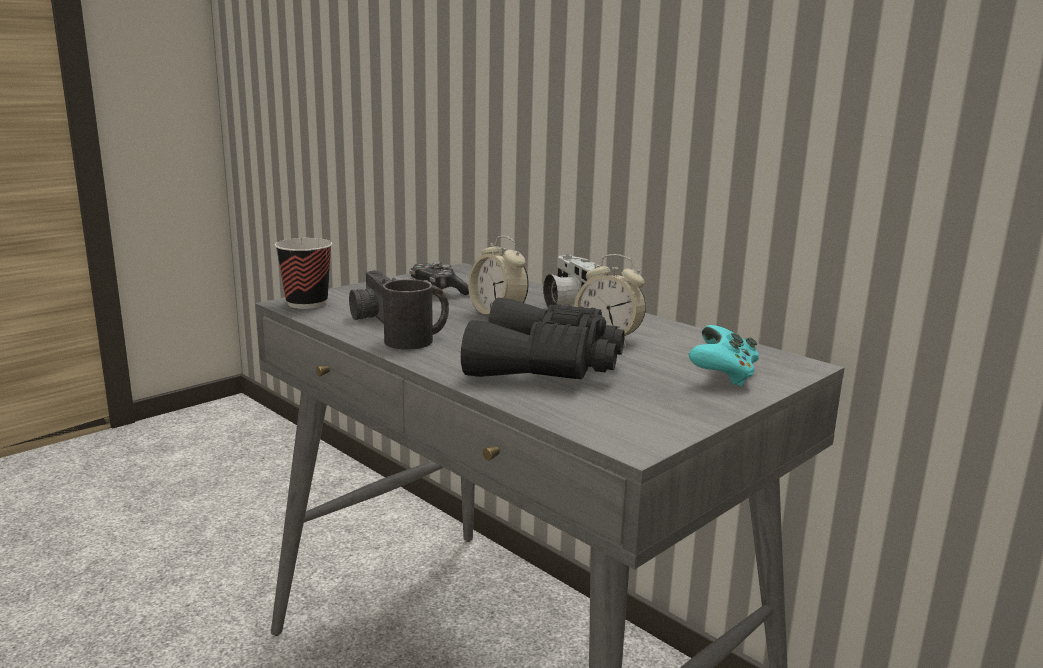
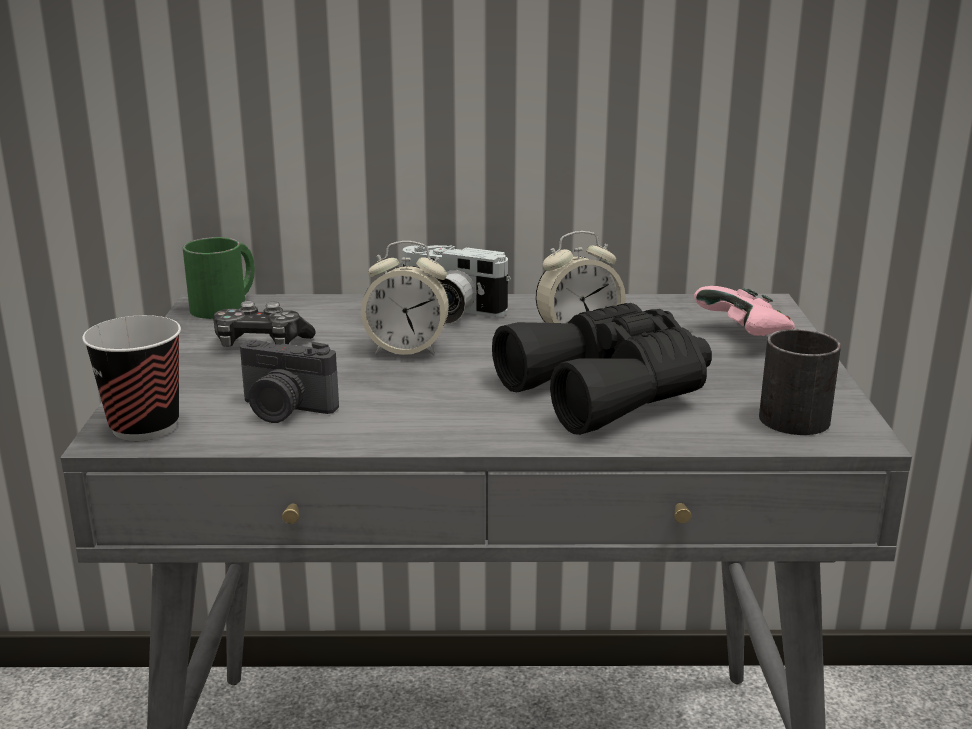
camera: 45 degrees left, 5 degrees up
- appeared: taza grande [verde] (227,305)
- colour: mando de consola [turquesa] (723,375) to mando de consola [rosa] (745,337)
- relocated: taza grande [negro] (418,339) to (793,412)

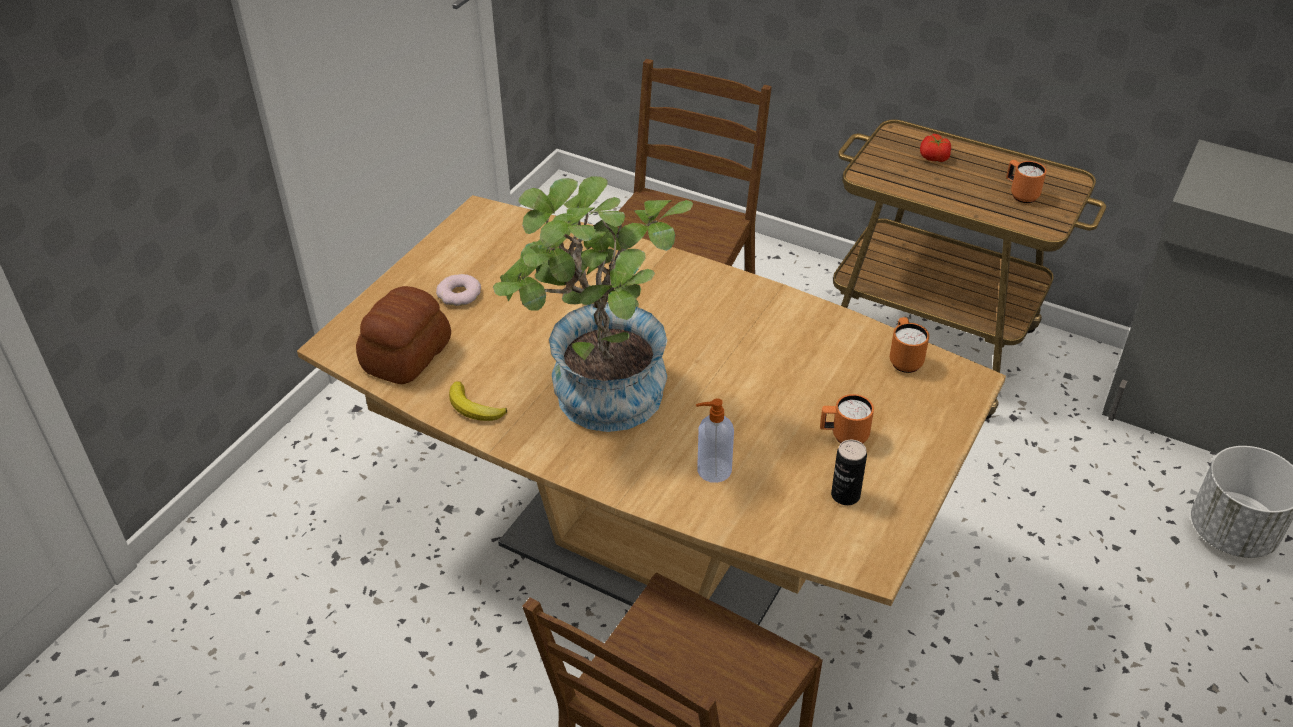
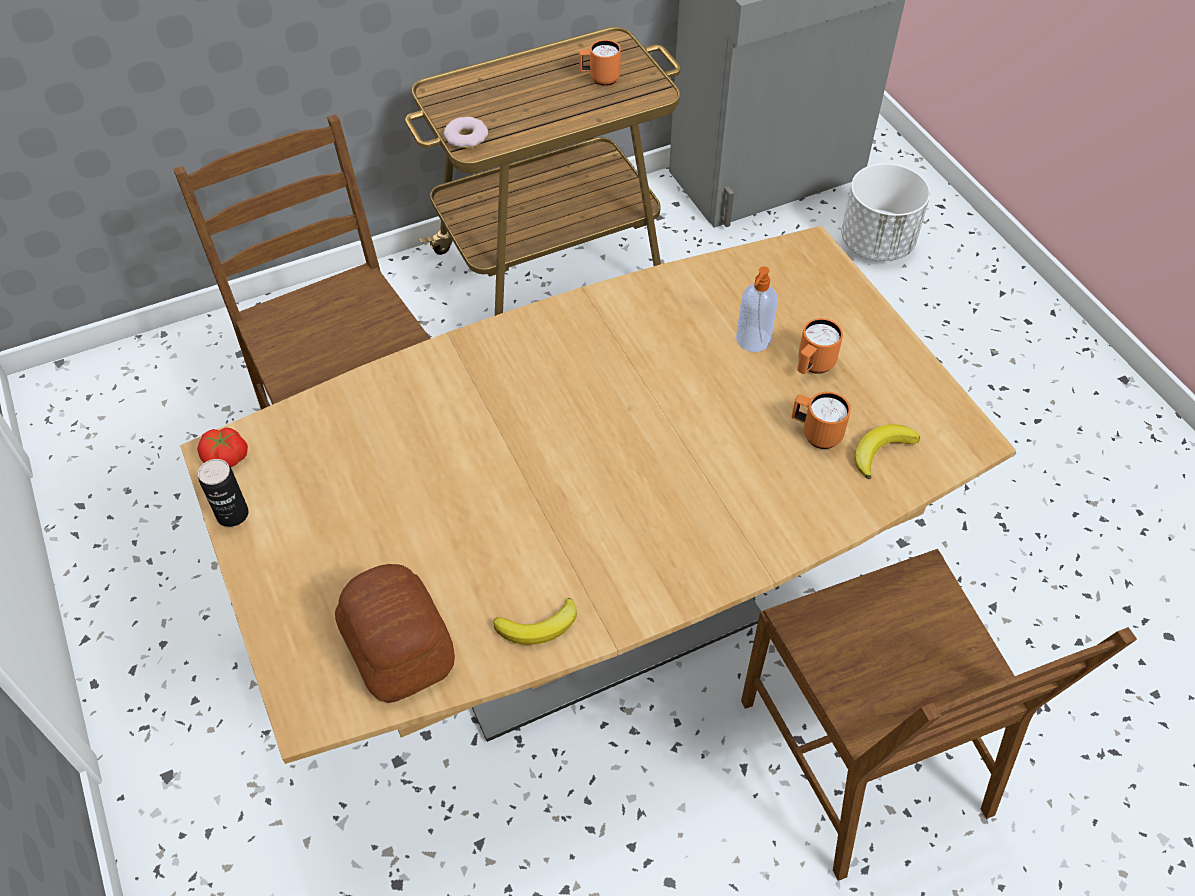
camera: 55 degrees left, 10 degrees up
- relocated: tomate (934,158) to (226,458)
- relocated: lata (845,495) to (232,514)
- relocated: rosquilla (459,294) to (466,137)
- relocated: dispensador de jabón (712,470) to (752,340)
- relocated: taza grande [naranja] (904,360) to (815,434)
- appeared: plátano (881,451)
- missing: planta en maceta (598,404)

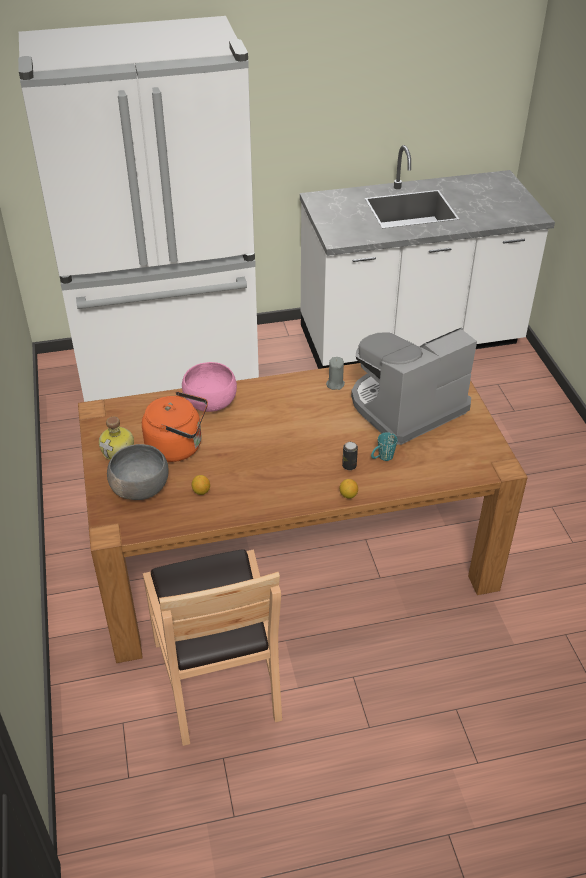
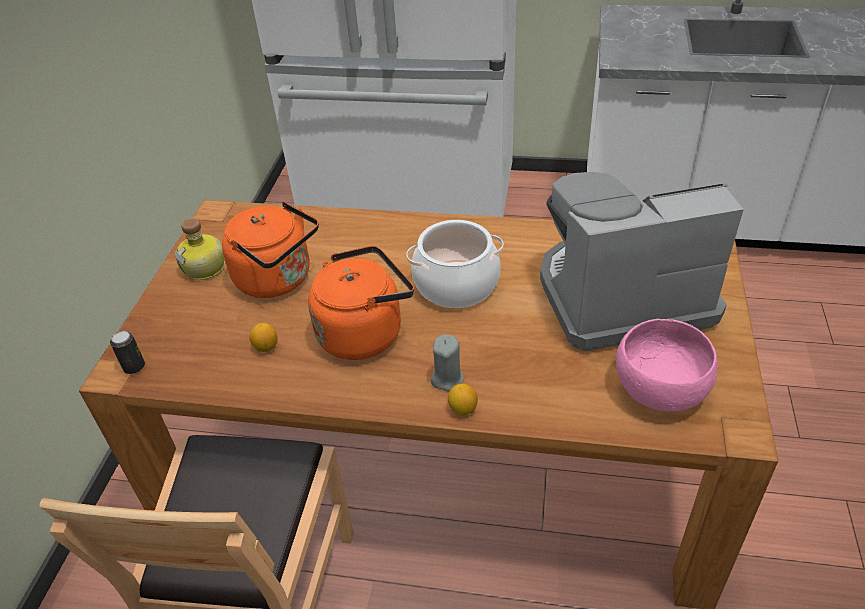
camera: 25 degrees right, 0 degrees up
- relocated: lata (349,466) to (134,367)
- appeared: hervidor [naranja] (364,332)
- appeared: olla (456,284)
- relocated: vela [gris] (335,384) to (447,378)
- relocated: cuenco [rosa] (211,402) to (661,389)
- missing: cuenco [gris] (140,488)
- missing: taza grande [turquesa] (382,458)

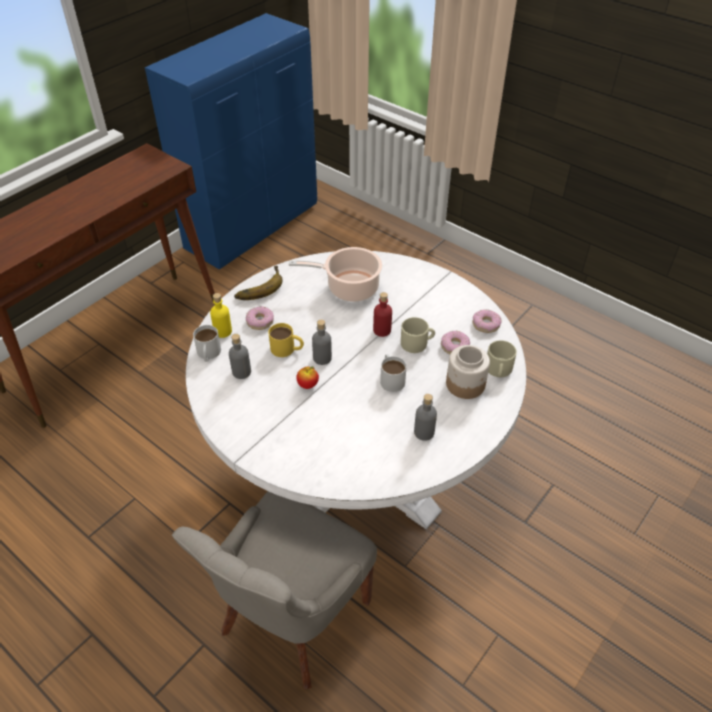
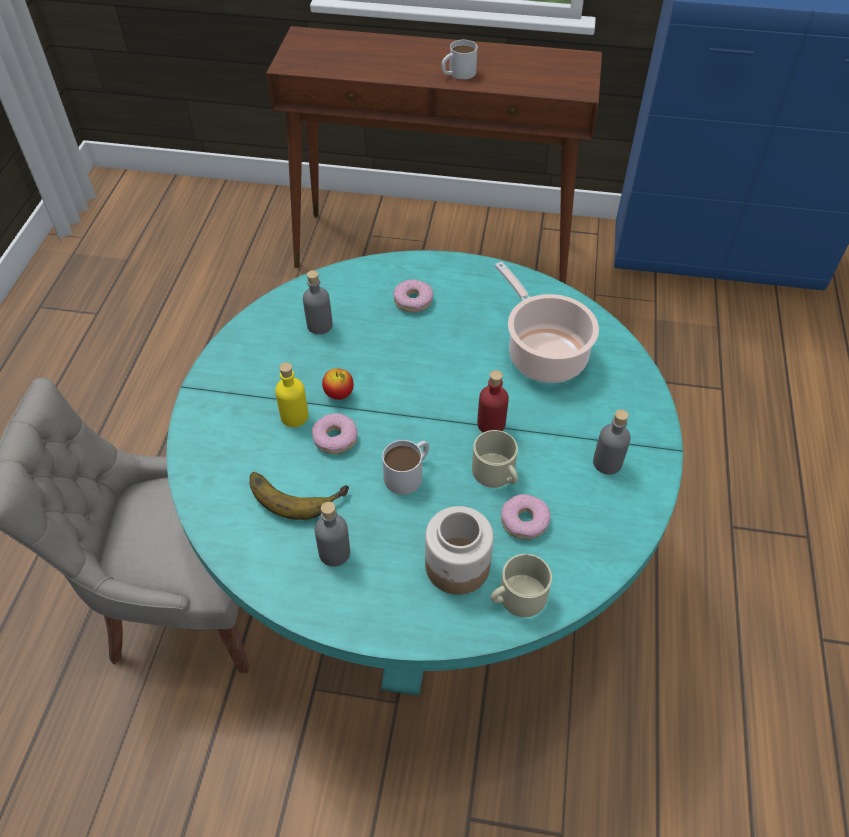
camera: 60 degrees right, 5 degrees up
- colour: mesa de comedor [blanco] (355,467) to mesa de comedor [turquesa] (424,561)
- relocated: plátano (258,286) to (296,490)
- relocated: botella [amarillo] (223,331) to (294,416)
- relocated: rosquilla (486,324) to (335,438)
- relocated: taza grande [blanco] (208,354) to (457,73)
- relocated: botella [gris] (322,358) to (607,463)
- missing: taza grande [amarillo] (287,349)

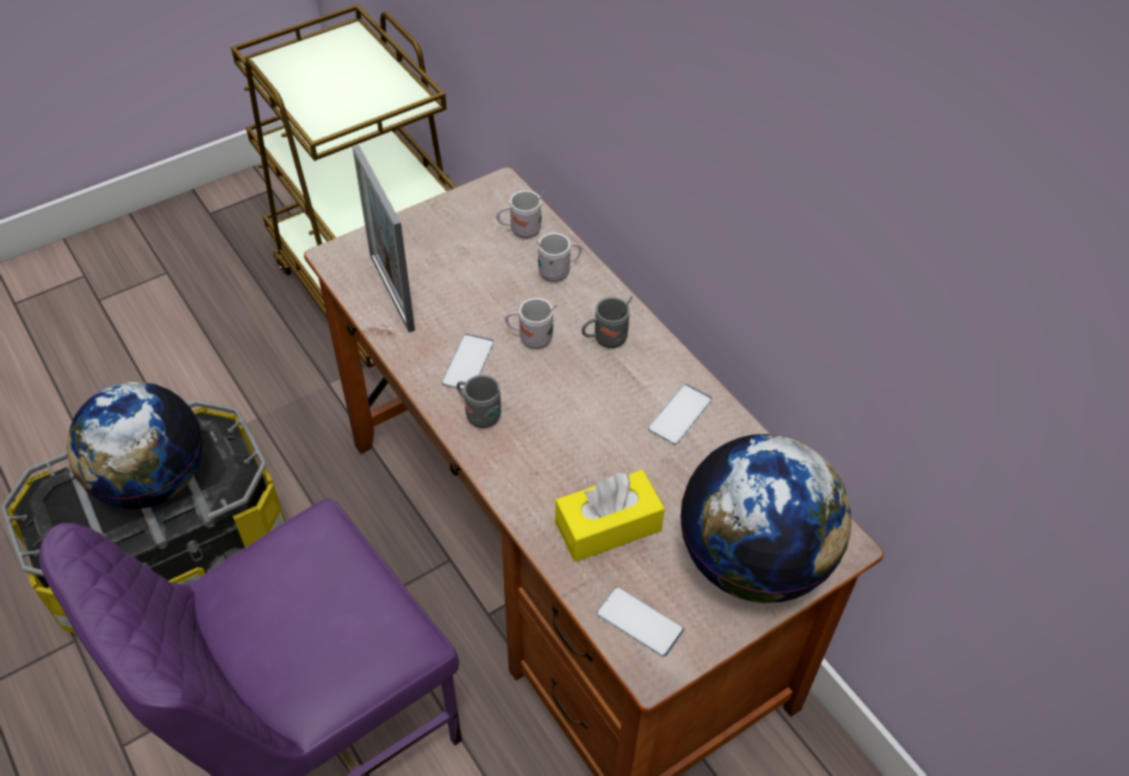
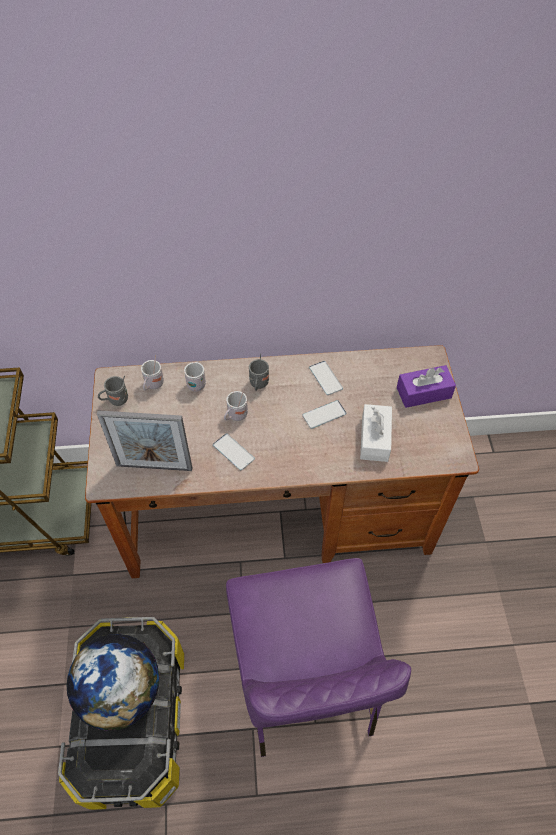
camera: 60 degrees left, 5 degrees up
- relocated: taza grande [gris] (479,414) to (115,400)
- relocated: móvil (640,622) to (324,414)
- colour: caja de pañuelos [amarillo] (608,526) to caja de pañuelos [blanco] (374,438)
- exchanged: globo terráqueo (753,561) to caja de pañuelos [morado] (423,392)

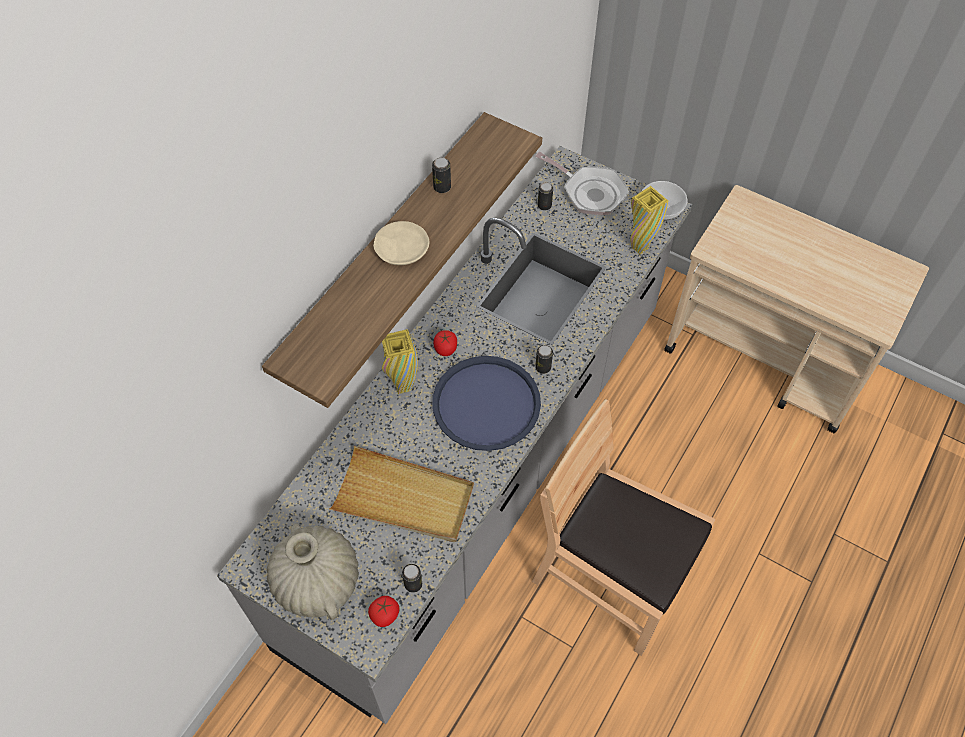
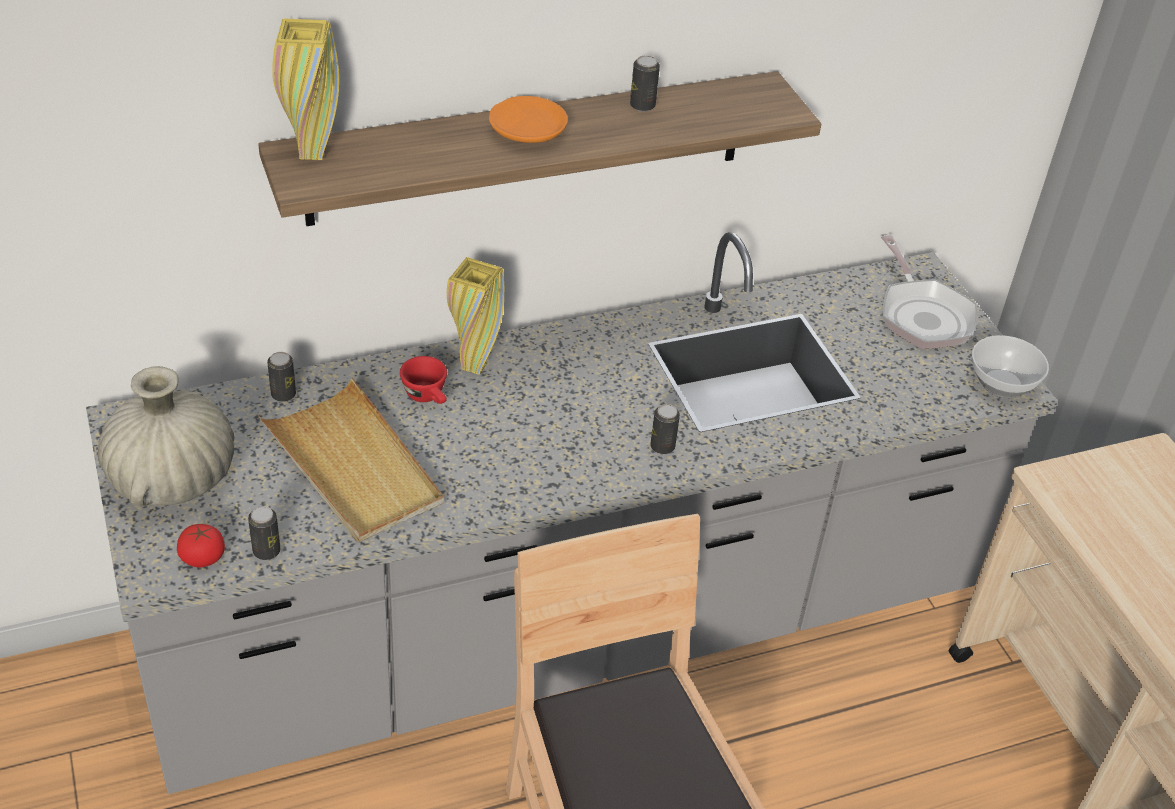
camera: 35 degrees right, 15 degrees down
- relocated: lata (544,206) to (283,394)
- relocated: florero [amarillo] (639,247) to (311,153)
- appeared: taza [rojo] (428,397)
- colour: plato [beis] (401,249) to plato [naranja] (527,131)
- missing: bandeja [azul] (486,403)
- missing: tomate (445,349)

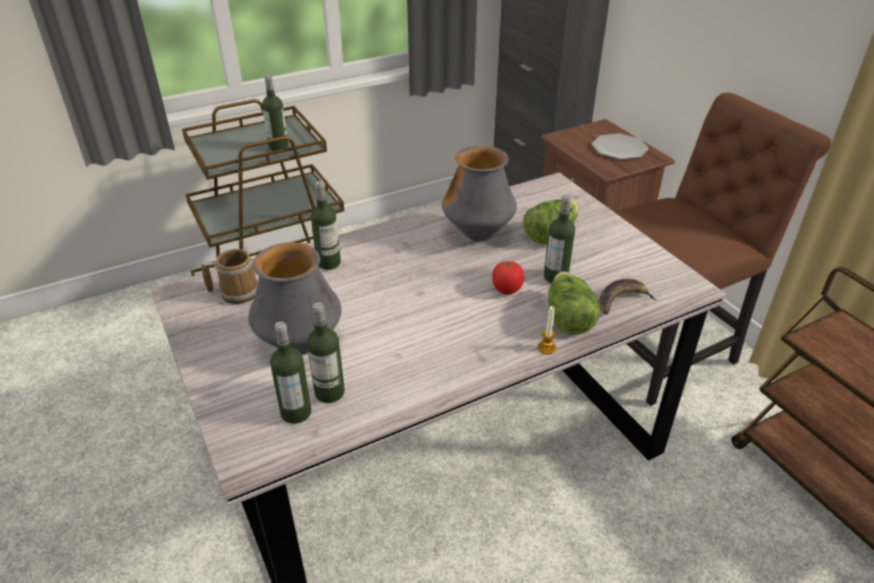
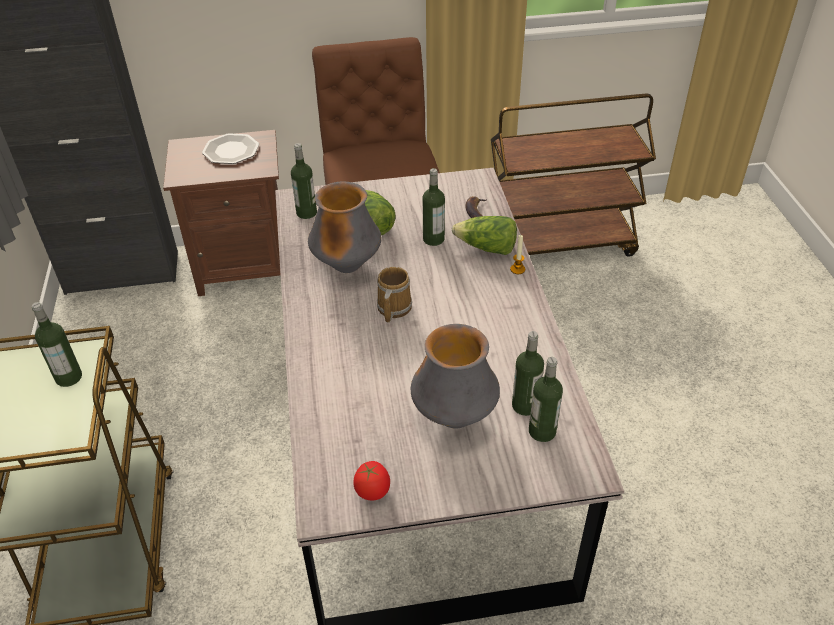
camera: 70 degrees left, 5 degrees up
- relocated: botella (328,263) to (306,213)
- relocated: tomate (507,289) to (372,491)
- relocated: taza grande (237,292) to (392,308)

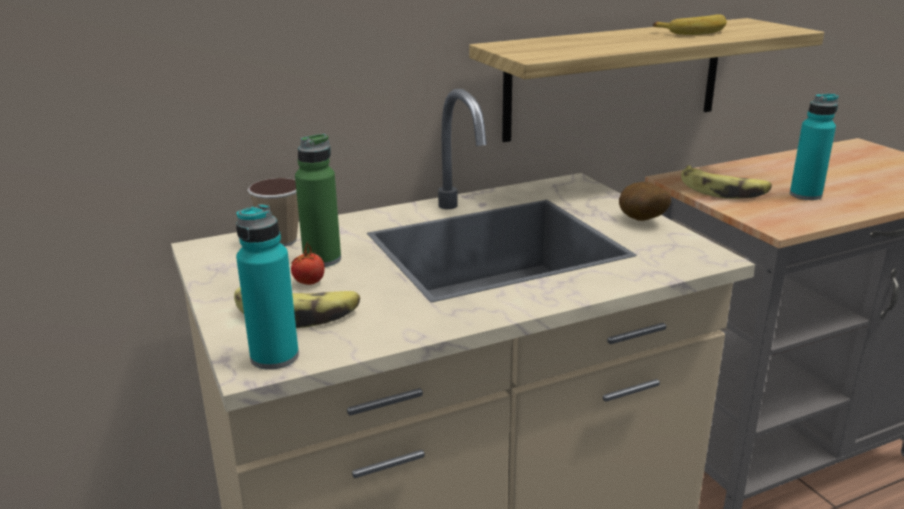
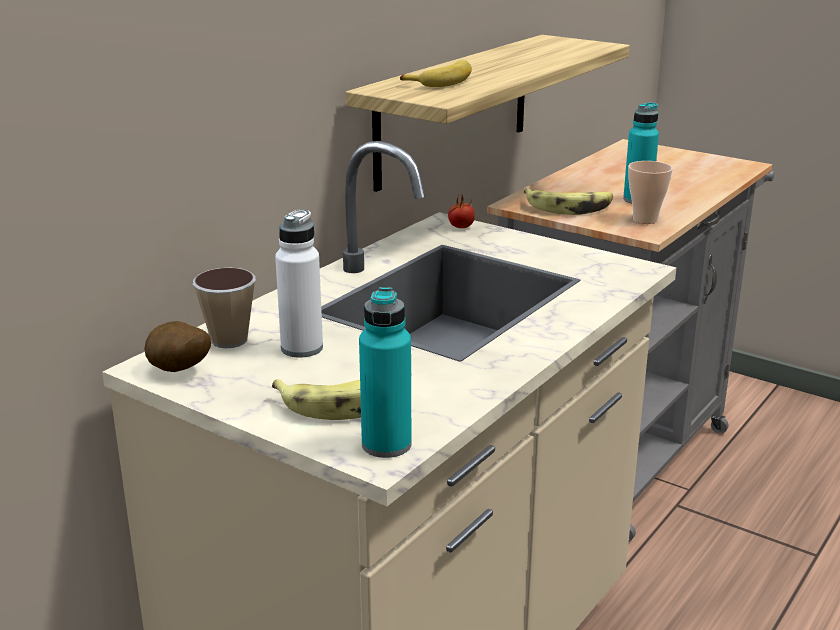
camera: 30 degrees left, 0 degrees up
- relocated: patata (641,221) to (178,372)
- colour: botella [verde] (322,259) to botella [blanco] (302,348)
- relocated: plátano (694,32) to (442,81)
- relocated: tomate (309,282) to (461,227)
- appeared: taza (645,220)

